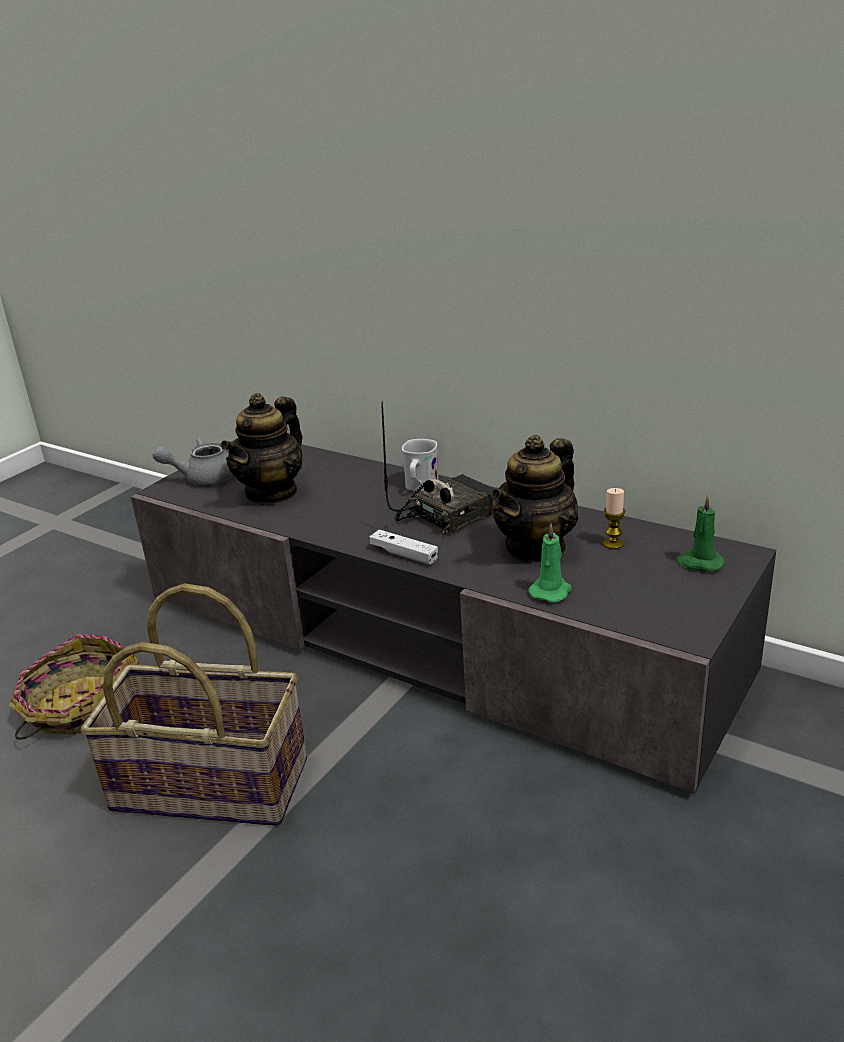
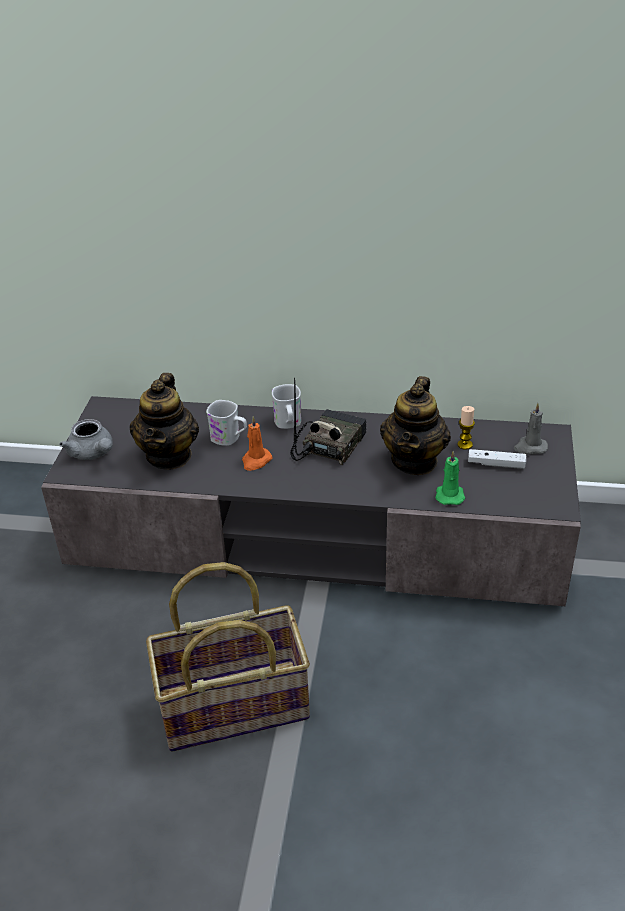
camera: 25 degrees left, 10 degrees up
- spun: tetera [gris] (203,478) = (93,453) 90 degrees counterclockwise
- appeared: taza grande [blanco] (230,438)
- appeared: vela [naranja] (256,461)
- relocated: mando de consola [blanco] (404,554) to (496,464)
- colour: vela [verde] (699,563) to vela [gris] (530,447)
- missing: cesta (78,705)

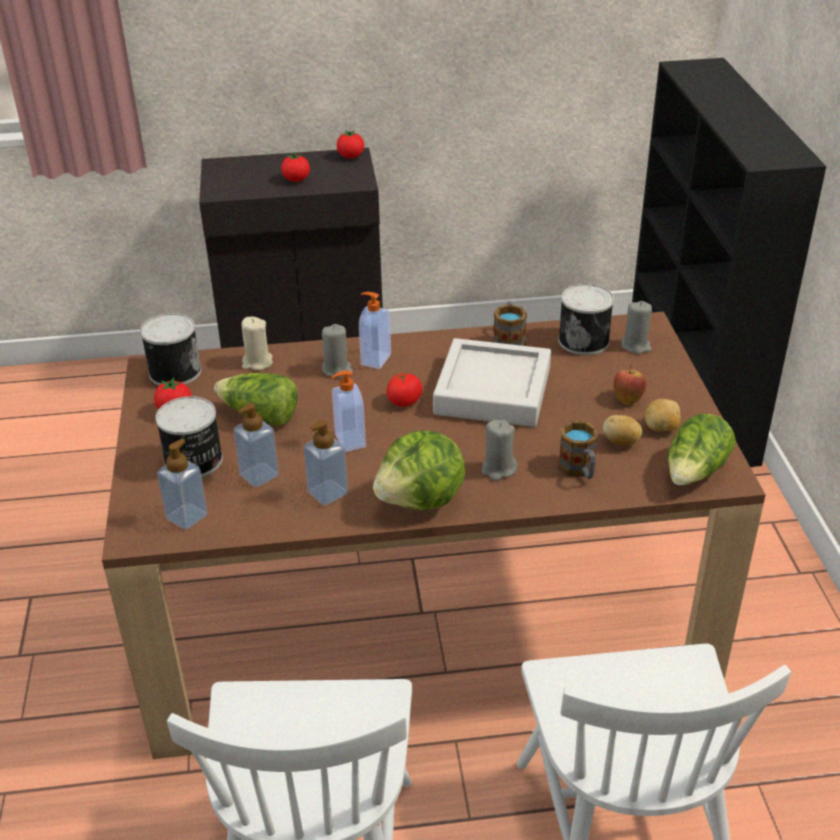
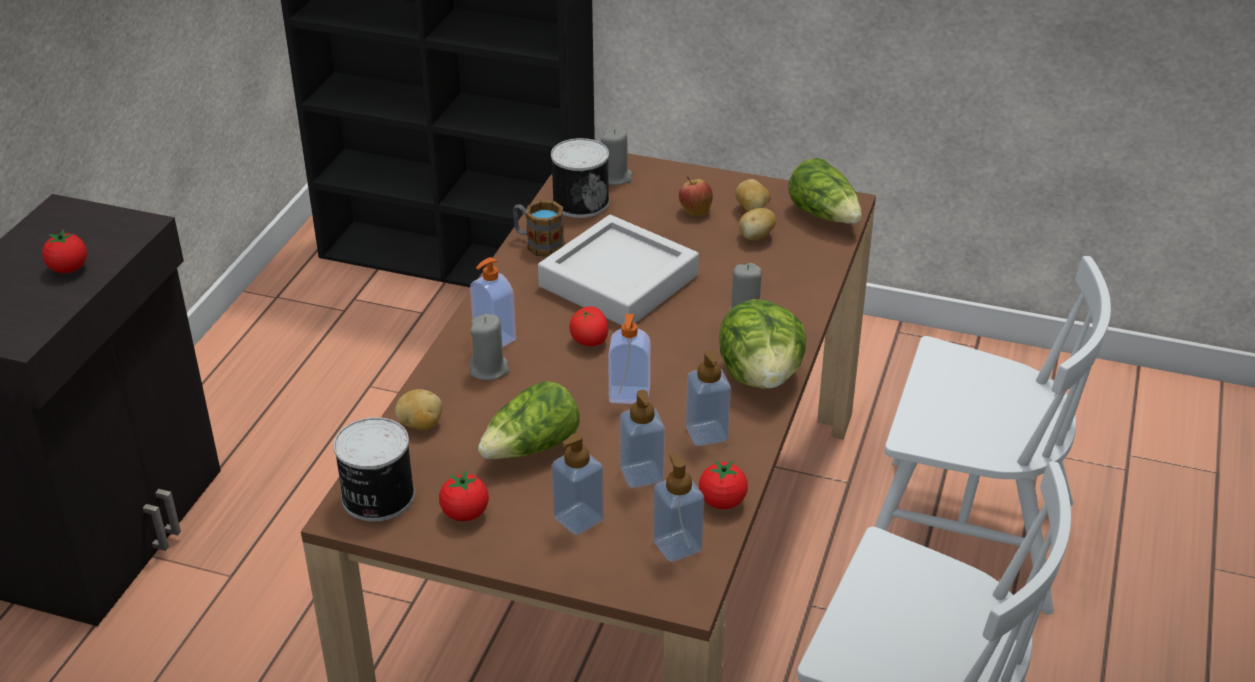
camera: 65 degrees left, 0 degrees up
- exchanged: vela [beis] (257,362) to patata (420,425)
- exchanged: lata (194,461) to dispensador de jabón (578,519)
- relocated: tomate (351,157) to (722,502)
- missing: taza grande (579,470)

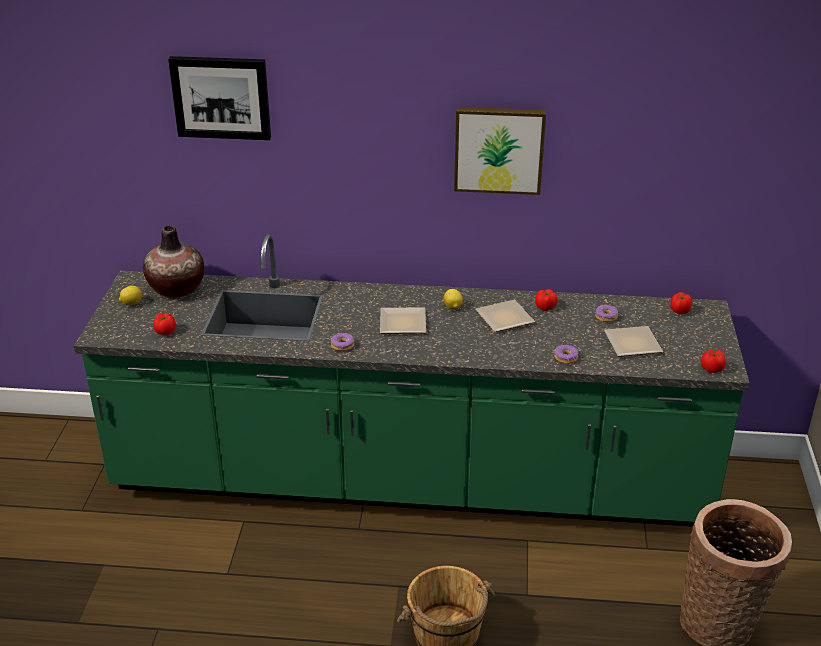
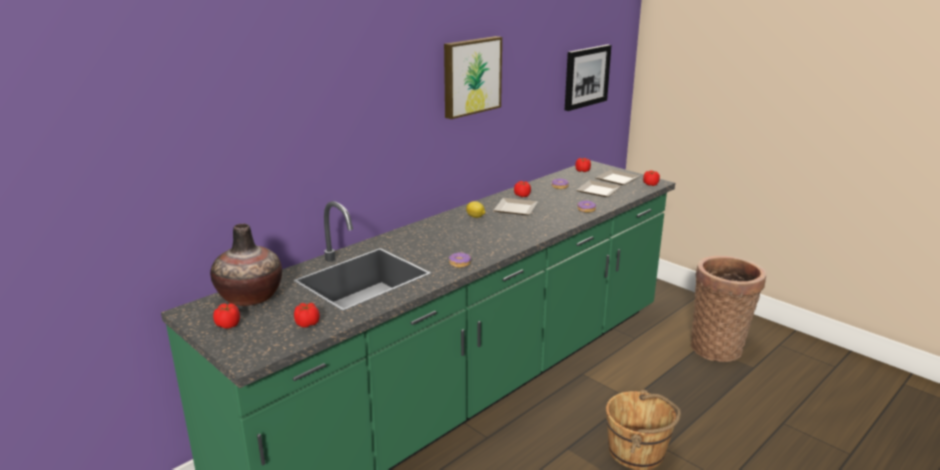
camera: 50 degrees left, 10 degrees down
- exchanged: limón (131,303) to tomate (229,324)
- relocated: cuadro (221,97) to (586,76)
- relocated: plato (401,324) to (617,180)

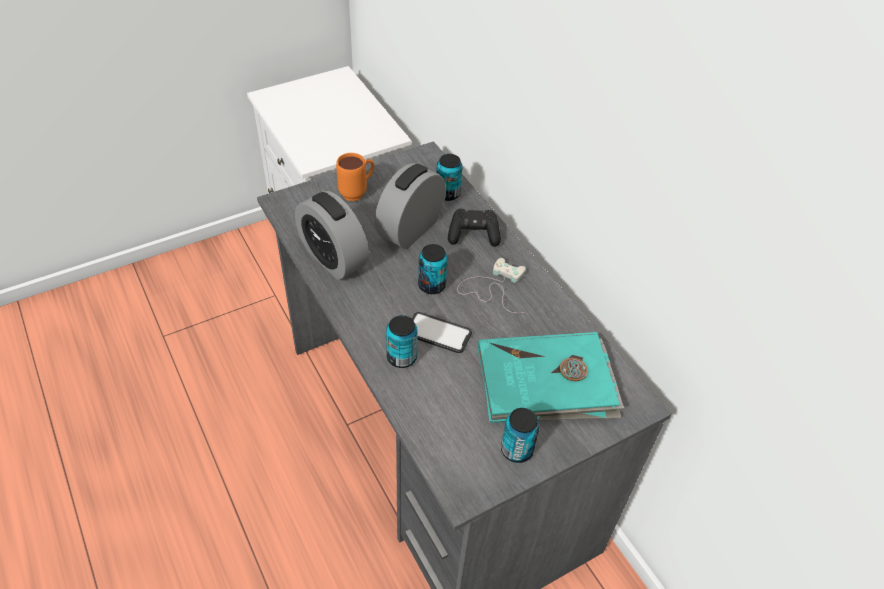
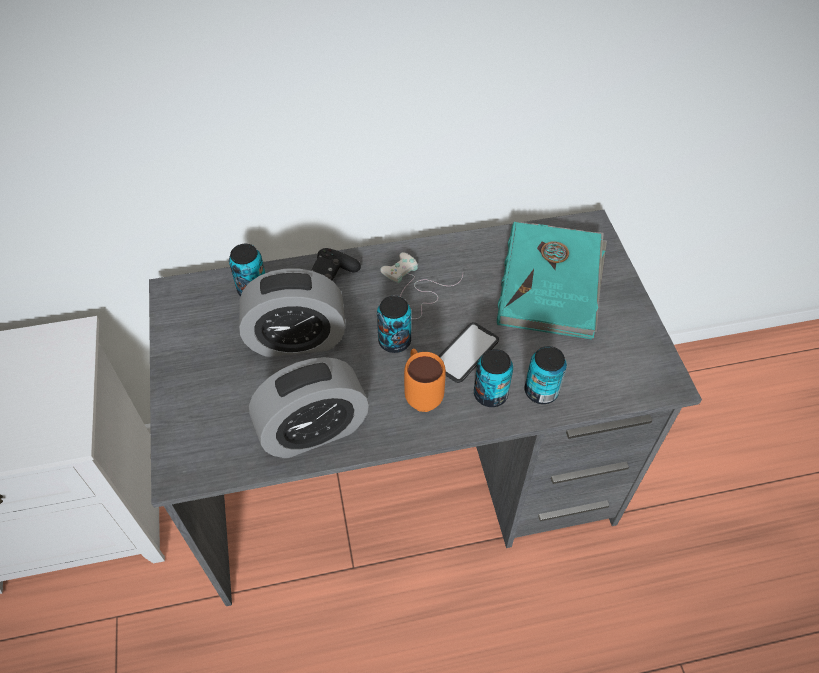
camera: 70 degrees left, 5 degrees up
- spun: despertador (410,229) = (297,339) 60 degrees counterclockwise
- relocated: taza grande [naranja] (358,192) to (421,393)
- relocated: lata (516,450) to (541,391)

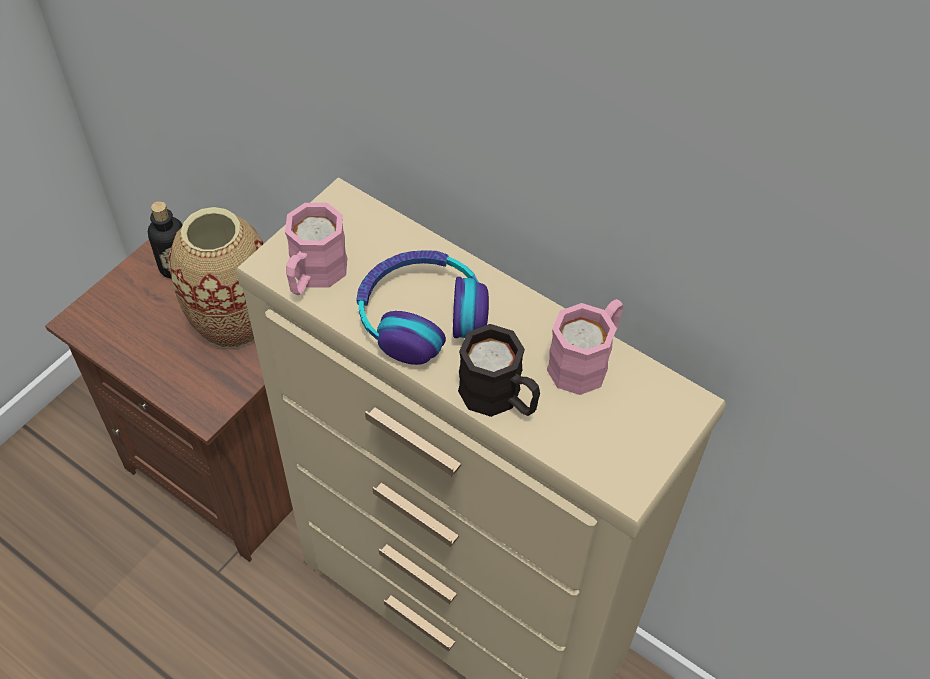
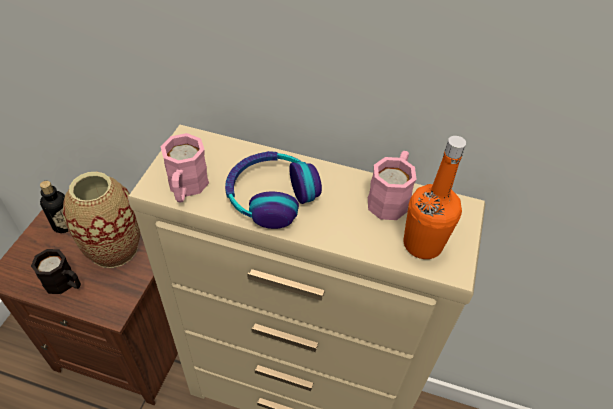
camera: 20 degrees left, 5 degrees down
- relocated: taza grande [negro] (499,398) to (65,283)
- appeared: botella [naranja] (422,244)

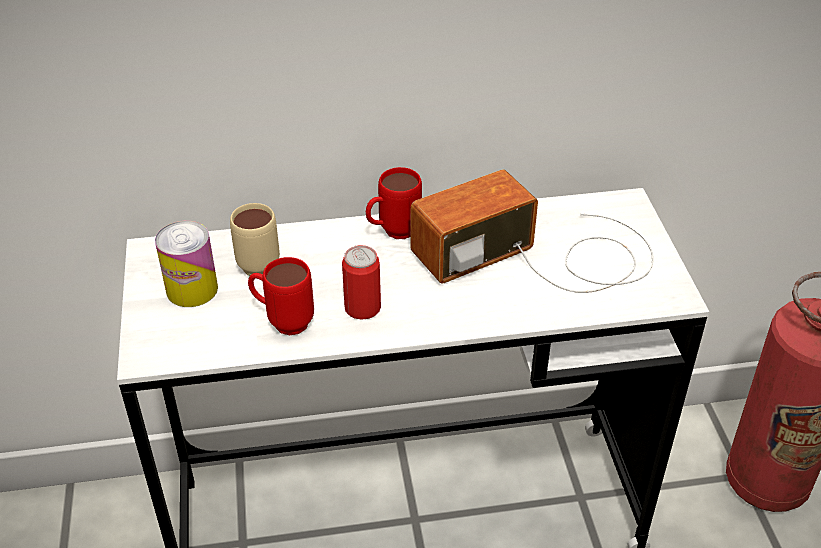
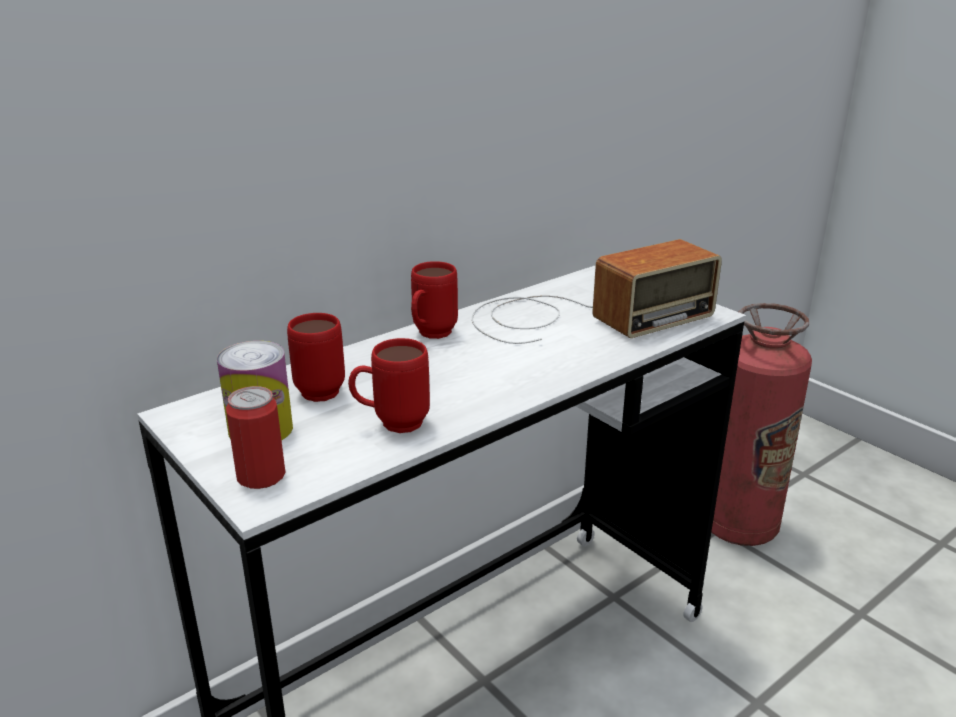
camera: 30 degrees left, 15 degrees down
- relocated: lata (362,308) to (261,476)
- colour: taza grande [beis] (259,261) to taza grande [rojo] (316,389)
- spun: radio (543,256) = (581,317) 150 degrees counterclockwise

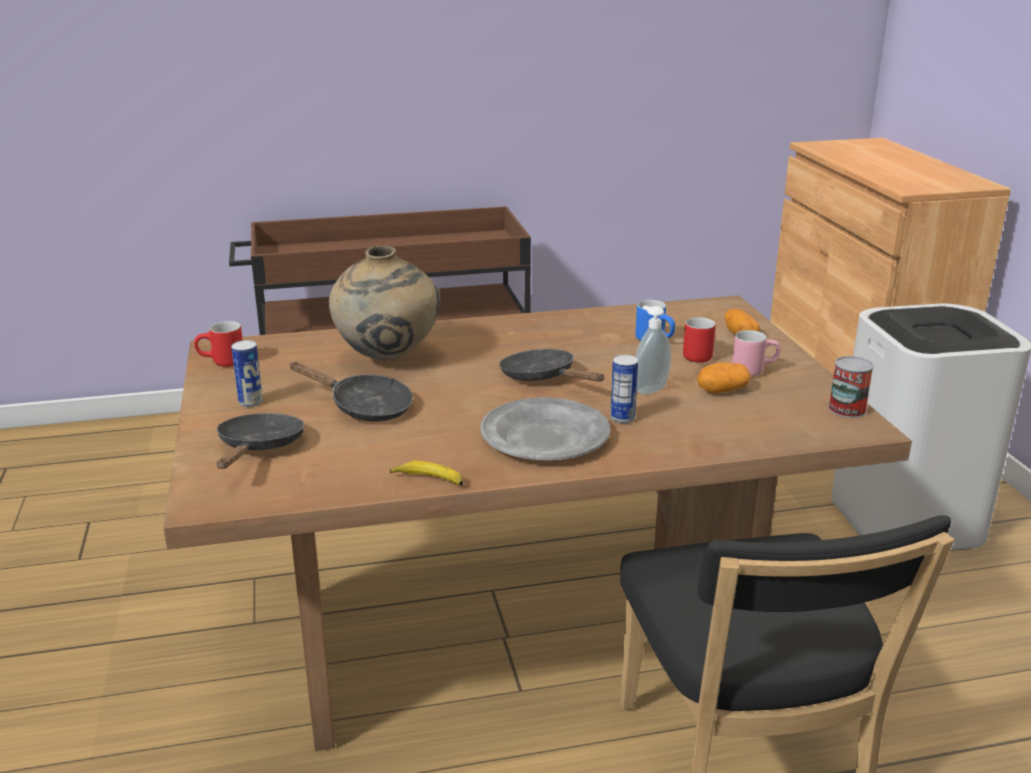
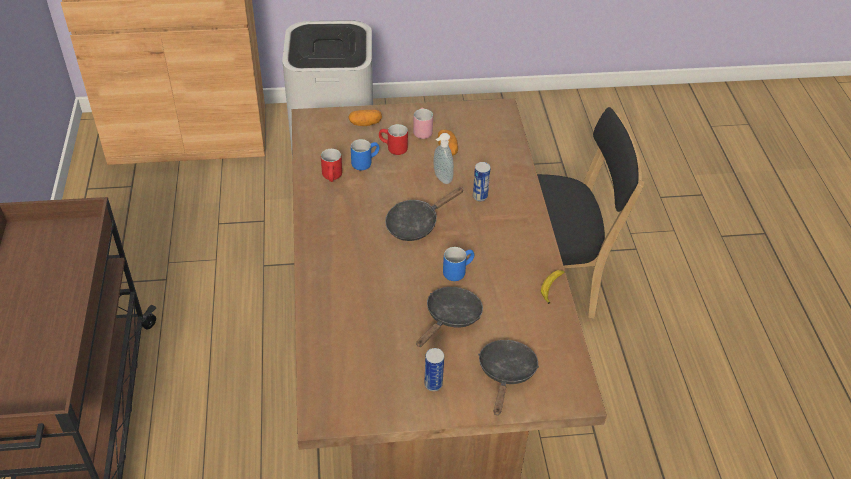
camera: 85 degrees left, 20 degrees up
- relocated: taza grande [rojo] (221,363) to (333,178)
- appeared: taza grande [azul] (457,271)
- spun: sartén [negro] (259,447) = (506,374) 90 degrees clockwise
- missing: florero [beis] (388,359)
- missing: plato [gris] (544,436)
- missing: lata (847,409)

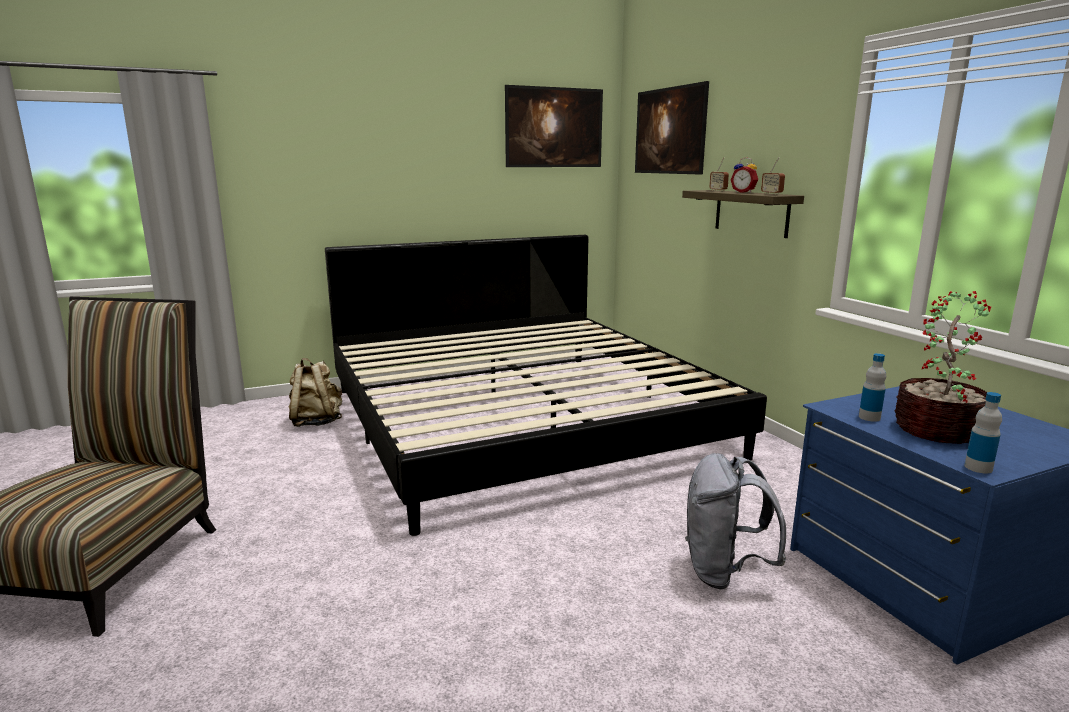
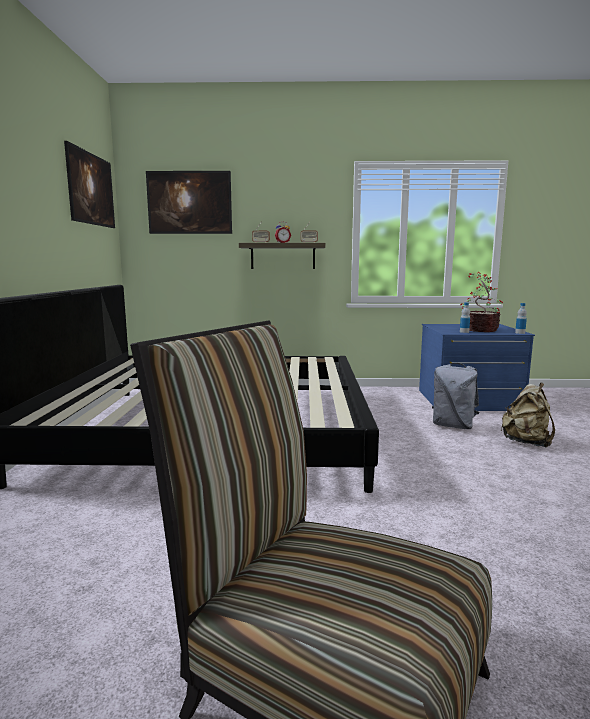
camera: 65 degrees left, 5 degrees down
- relocated: mochila [beis] (316,422) to (526,442)

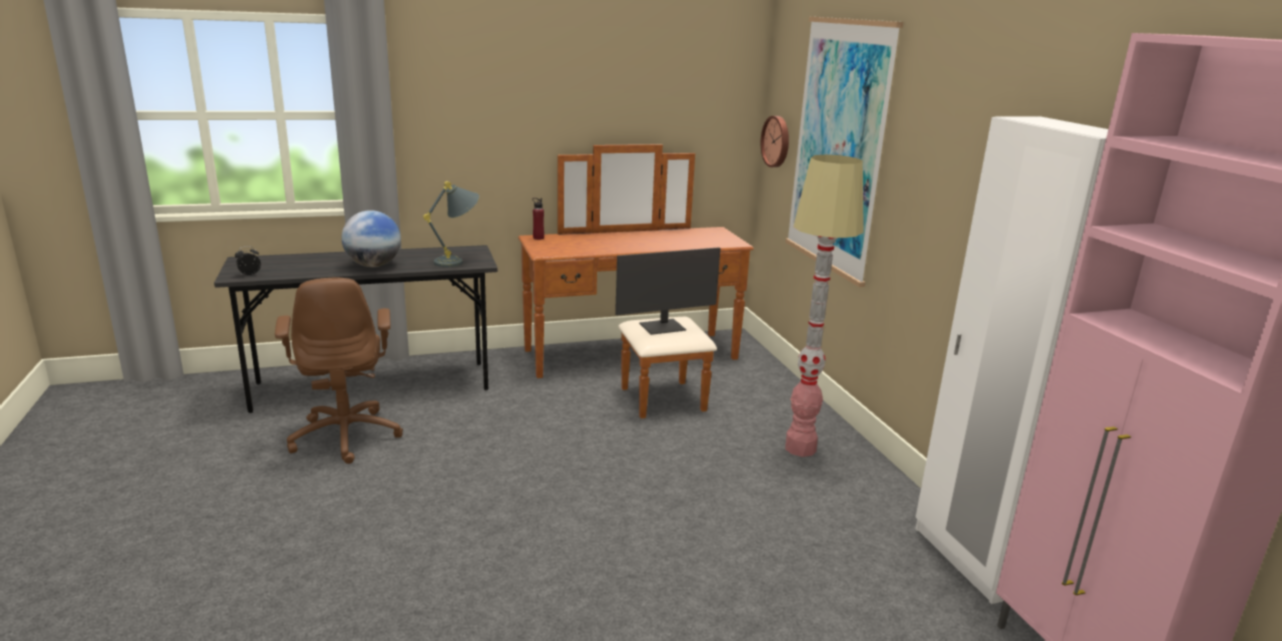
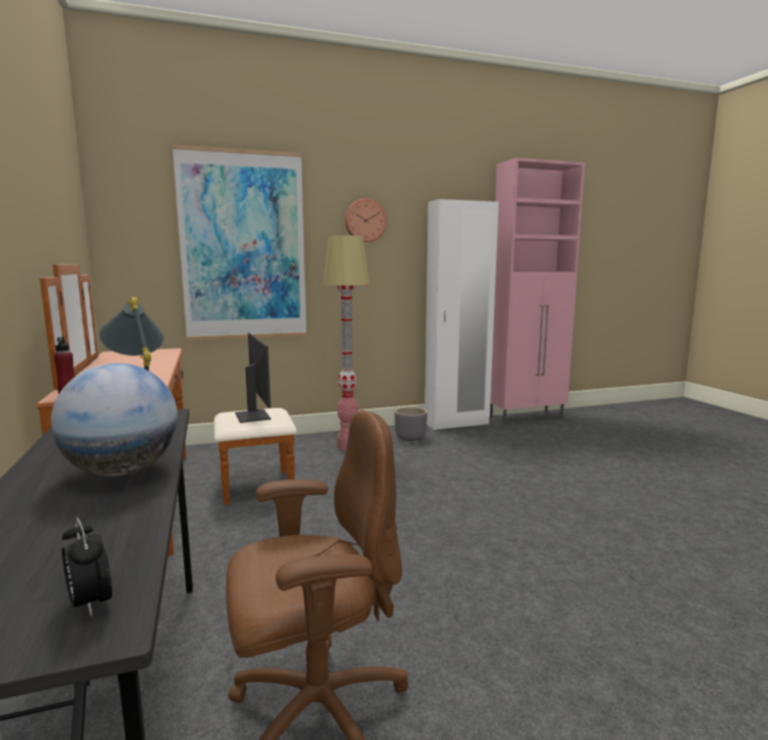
camera: 90 degrees left, 10 degrees down
- relocated: reloj de pared (777,141) to (365,220)
- appeared: maceta [gris] (410,438)

